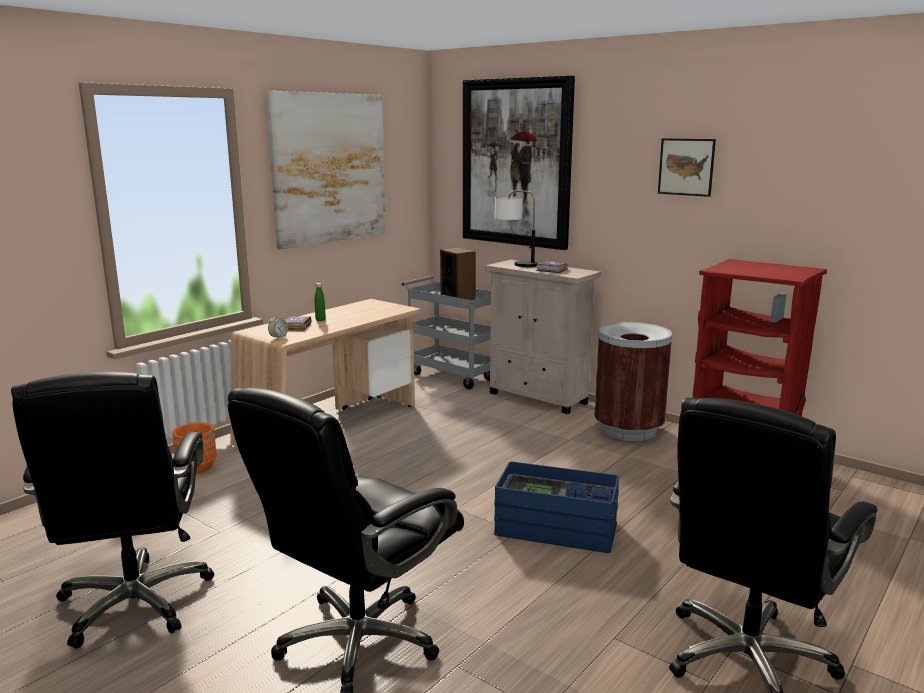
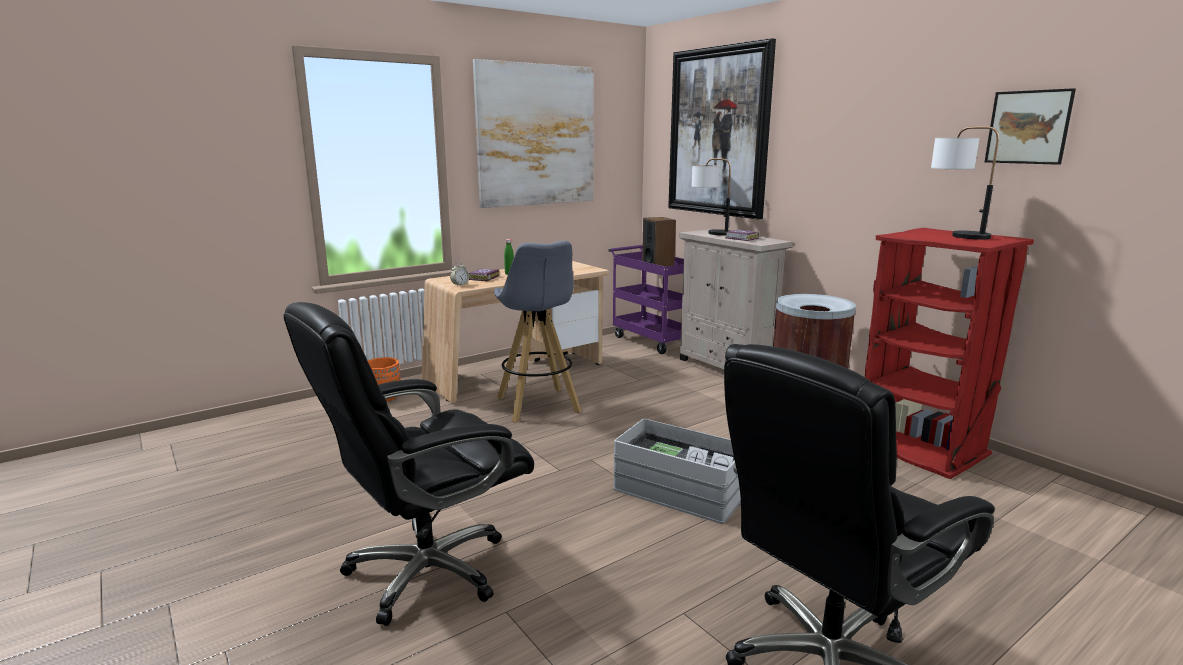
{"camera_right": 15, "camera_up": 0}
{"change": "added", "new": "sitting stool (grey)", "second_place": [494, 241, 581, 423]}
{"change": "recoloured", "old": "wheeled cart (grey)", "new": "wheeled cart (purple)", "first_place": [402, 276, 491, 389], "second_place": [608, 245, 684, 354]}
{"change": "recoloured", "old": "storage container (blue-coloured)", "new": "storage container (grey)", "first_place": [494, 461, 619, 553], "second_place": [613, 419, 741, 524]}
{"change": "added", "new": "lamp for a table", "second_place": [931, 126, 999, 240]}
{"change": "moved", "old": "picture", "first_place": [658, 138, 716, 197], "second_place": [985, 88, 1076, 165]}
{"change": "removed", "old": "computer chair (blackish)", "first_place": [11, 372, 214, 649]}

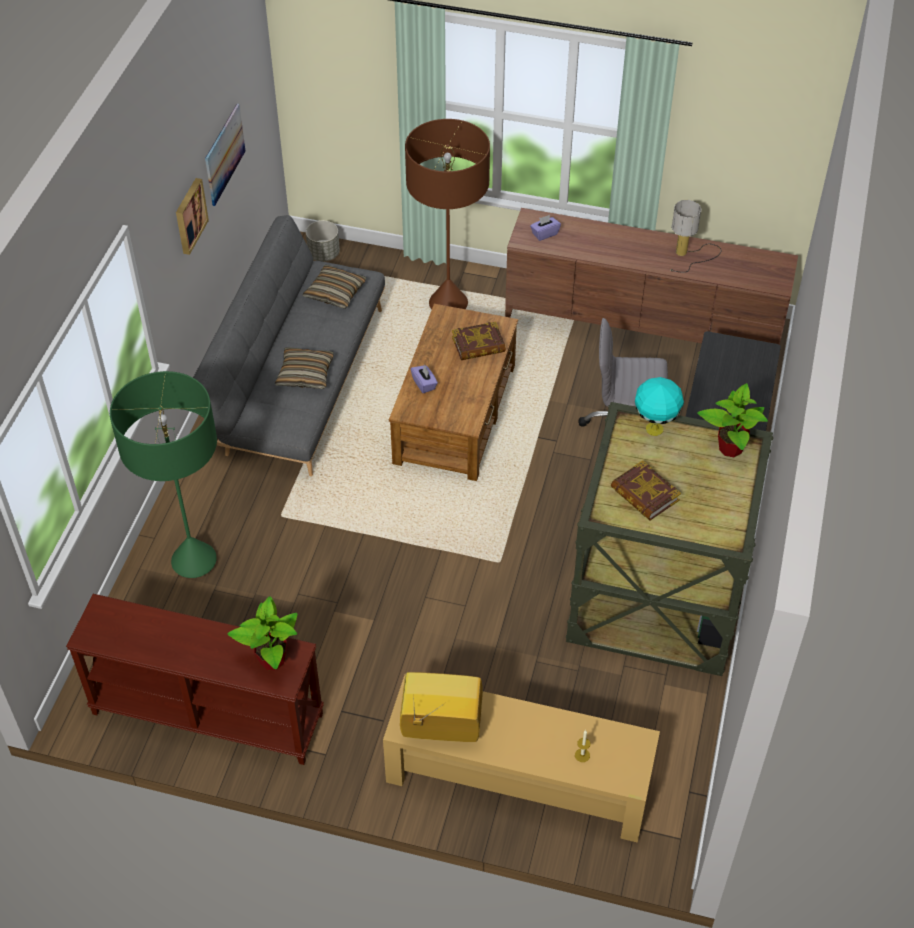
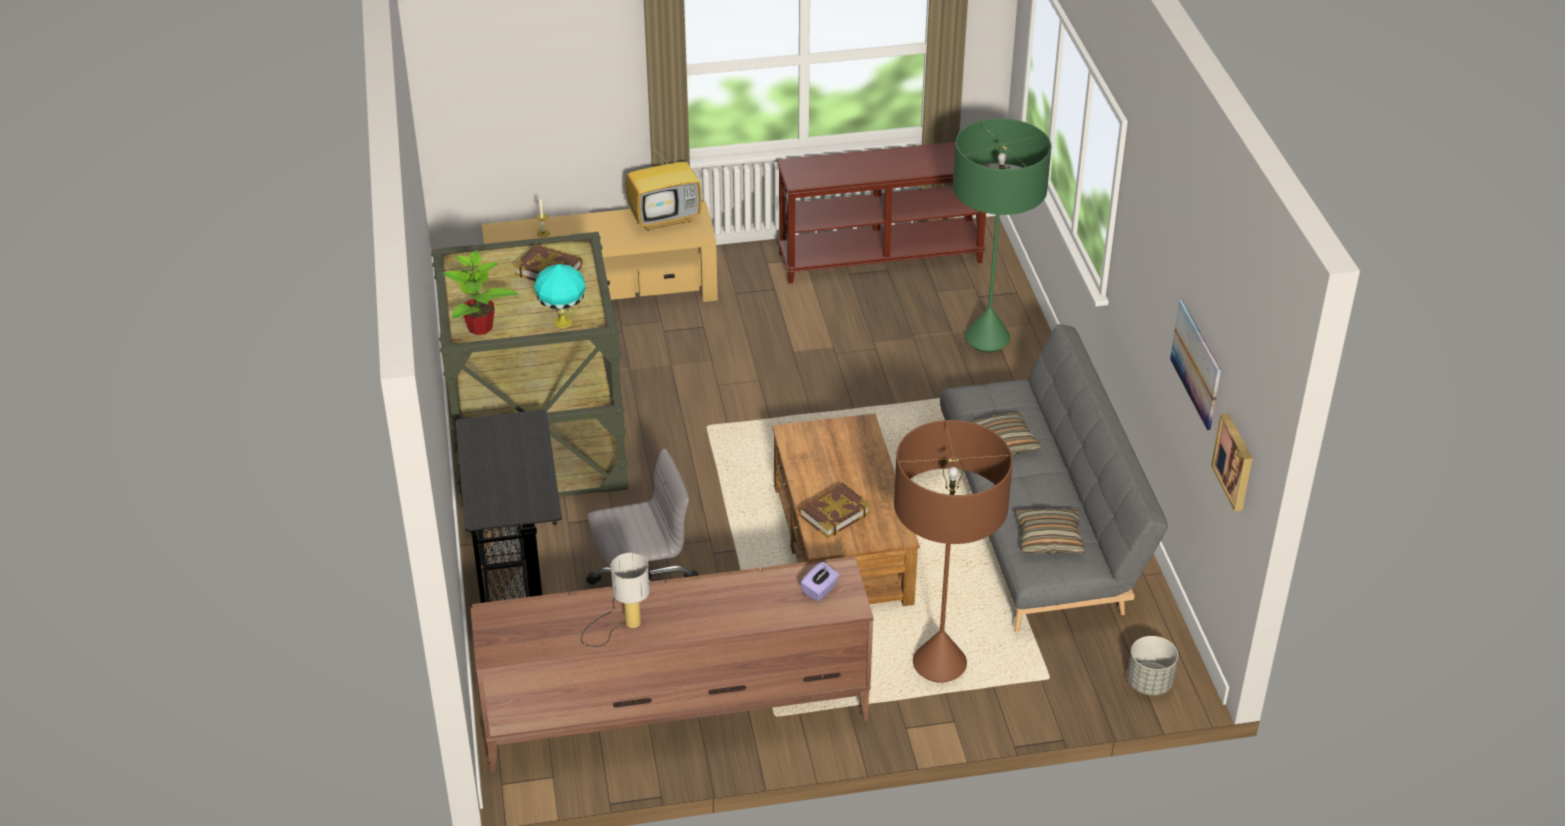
{"camera_right": 155, "camera_up": -10}
{"change": "moved", "old": "picture", "first_place": [176, 178, 209, 255], "second_place": [1211, 413, 1253, 511]}
{"change": "removed", "old": "potted plant", "first_place": [228, 596, 298, 670]}
{"change": "removed", "old": "tissue holder (purple)", "first_place": [411, 365, 438, 393]}

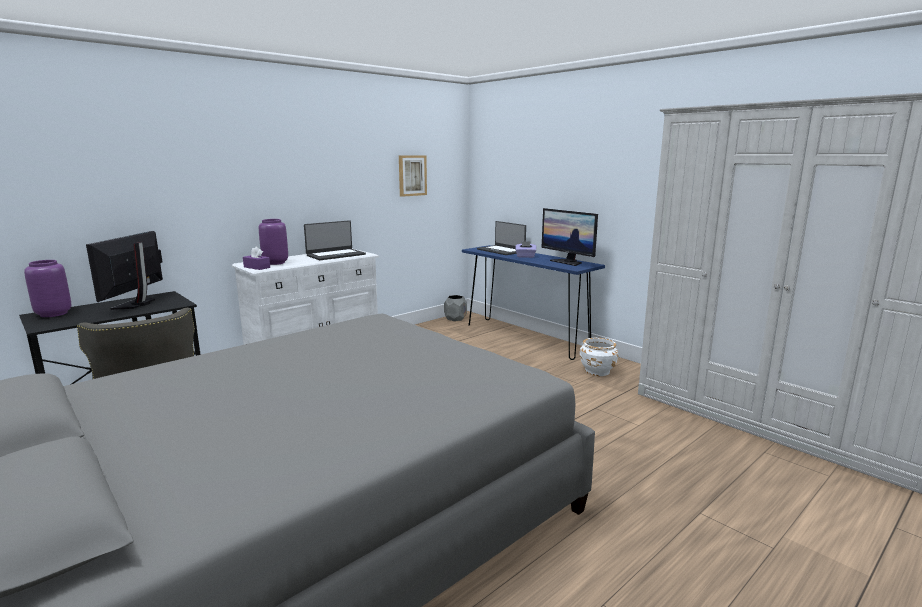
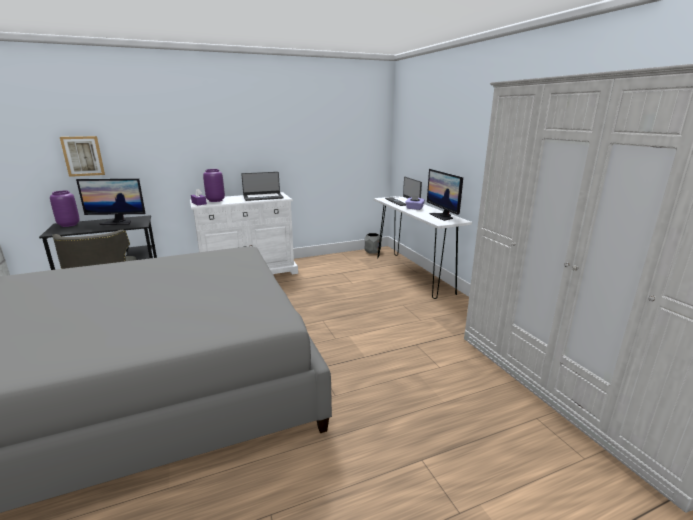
{"camera_right": 20, "camera_up": 5}
{"change": "moved", "old": "picture", "first_place": [399, 155, 427, 197], "second_place": [60, 136, 105, 177]}
{"change": "turned", "old": "computer display", "first_place": [86, 231, 163, 310], "second_place": [76, 178, 146, 225], "degrees": -120}
{"change": "recoloured", "old": "console table (blue-coloured)", "new": "console table (white)", "first_place": [462, 245, 605, 360], "second_place": [374, 196, 472, 299]}
{"change": "removed", "old": "planter (white)", "first_place": [580, 338, 618, 376]}

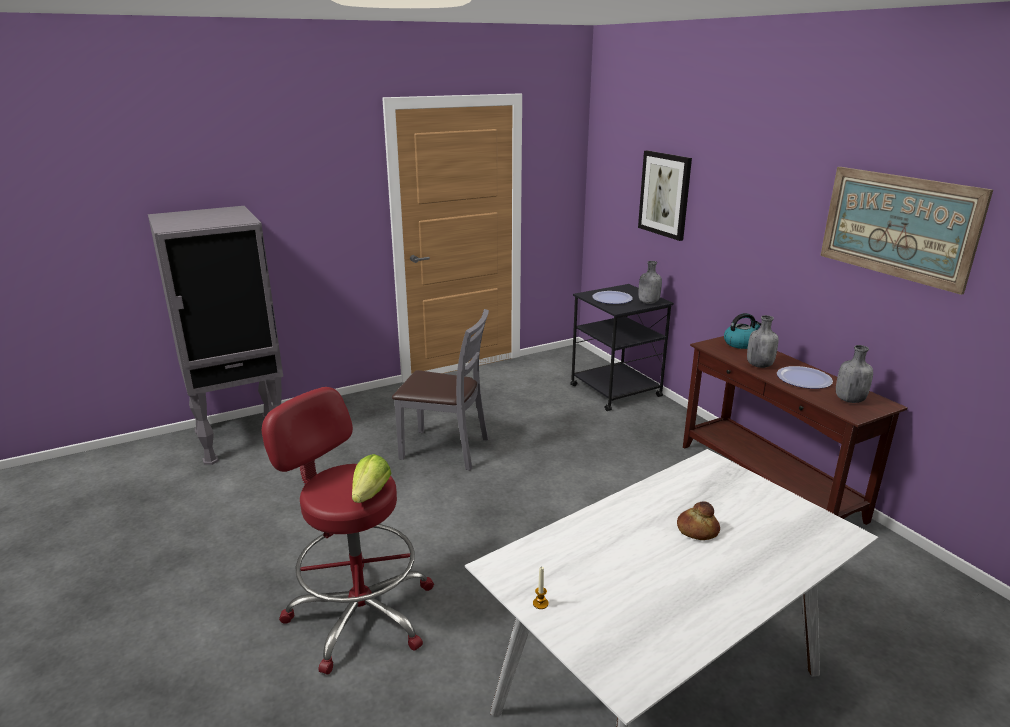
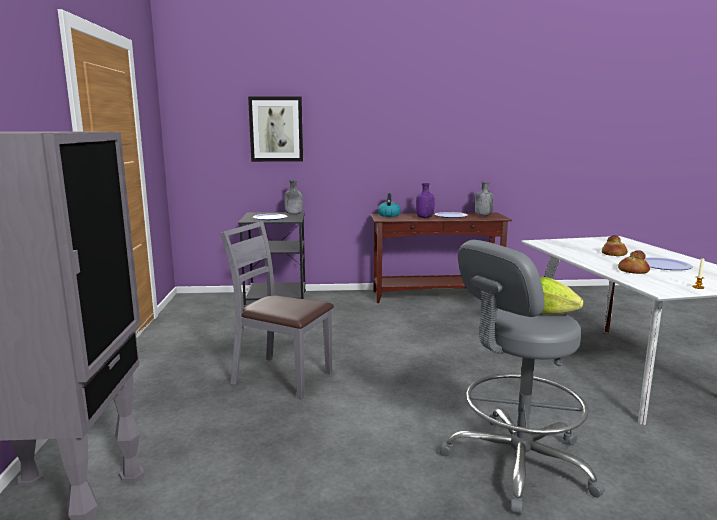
{"camera_right": -65, "camera_up": -10}
{"change": "turned", "old": "chair (grey)", "first_place": [392, 309, 489, 471], "second_place": [220, 221, 334, 400], "degrees": -105}
{"change": "recoloured", "old": "bottle (grey)", "new": "bottle (purple)", "first_place": [747, 315, 778, 368], "second_place": [416, 183, 435, 218]}
{"change": "recoloured", "old": "sitting stool (reddish)", "new": "sitting stool (grey)", "first_place": [262, 387, 434, 675], "second_place": [439, 240, 605, 515]}
{"change": "added", "new": "baked bread", "second_place": [618, 250, 650, 274]}
{"change": "added", "new": "plate", "second_place": [644, 257, 693, 270]}
{"change": "removed", "old": "picture", "first_place": [820, 167, 993, 295]}

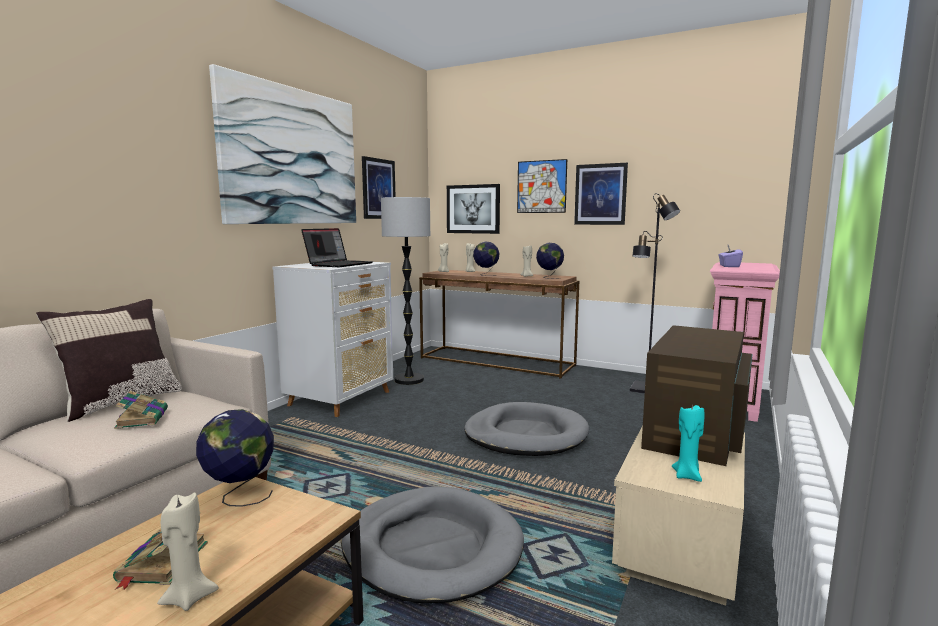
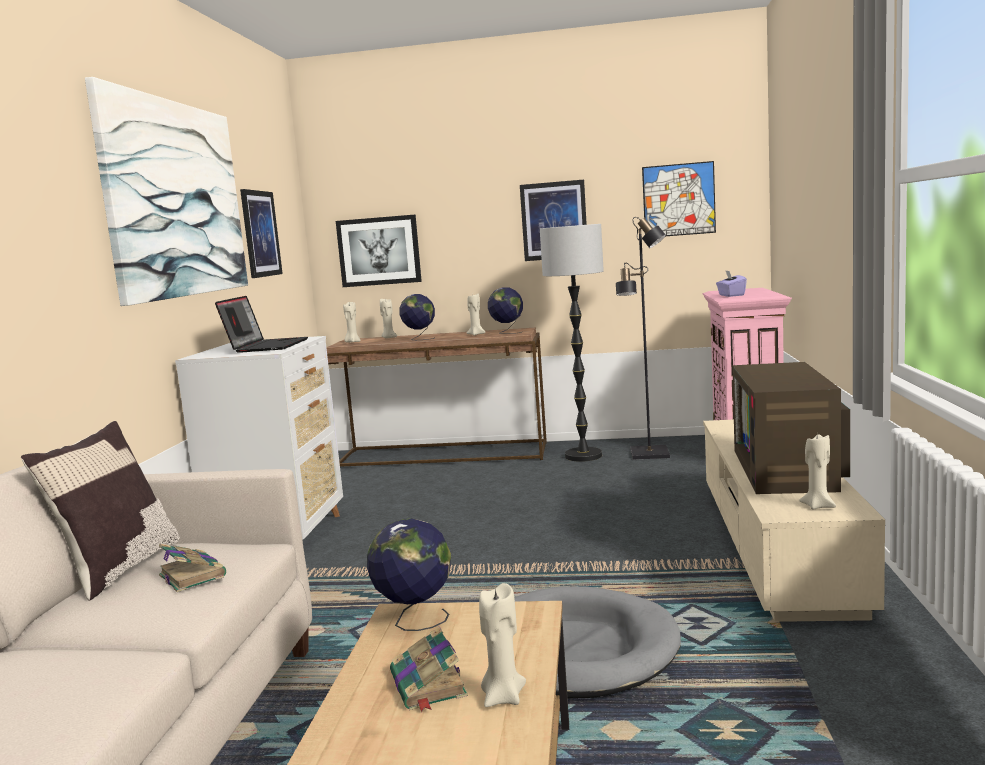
{"camera_right": -20, "camera_up": 0}
{"change": "moved", "old": "floor lamp", "first_place": [381, 197, 430, 385], "second_place": [540, 224, 604, 462]}
{"change": "moved", "old": "picture", "first_place": [517, 159, 567, 213], "second_place": [642, 161, 716, 236]}
{"change": "recoloured", "old": "wax light (turquoise-coloured)", "new": "wax light (beige-coloured)", "first_place": [672, 403, 704, 482], "second_place": [799, 435, 836, 510]}
{"change": "removed", "old": "dog cushion (grey)", "first_place": [464, 402, 589, 456]}

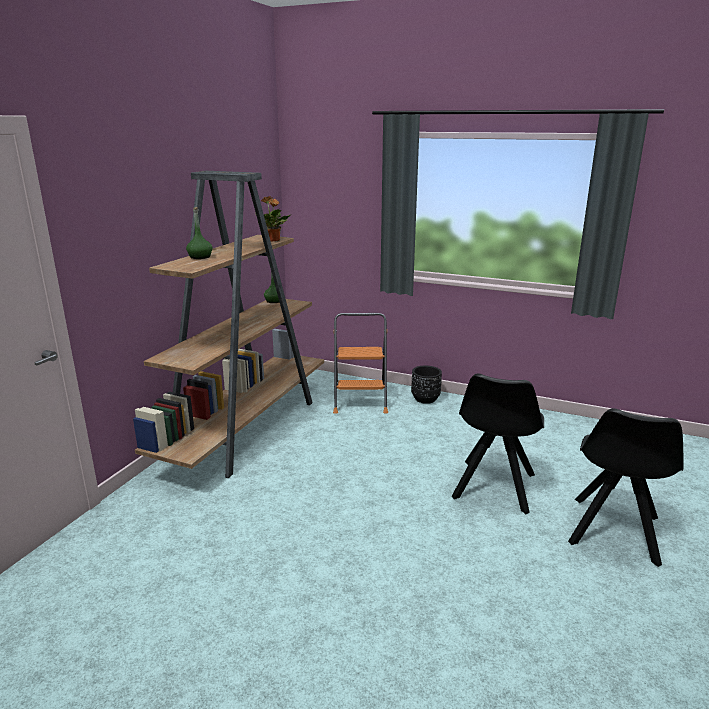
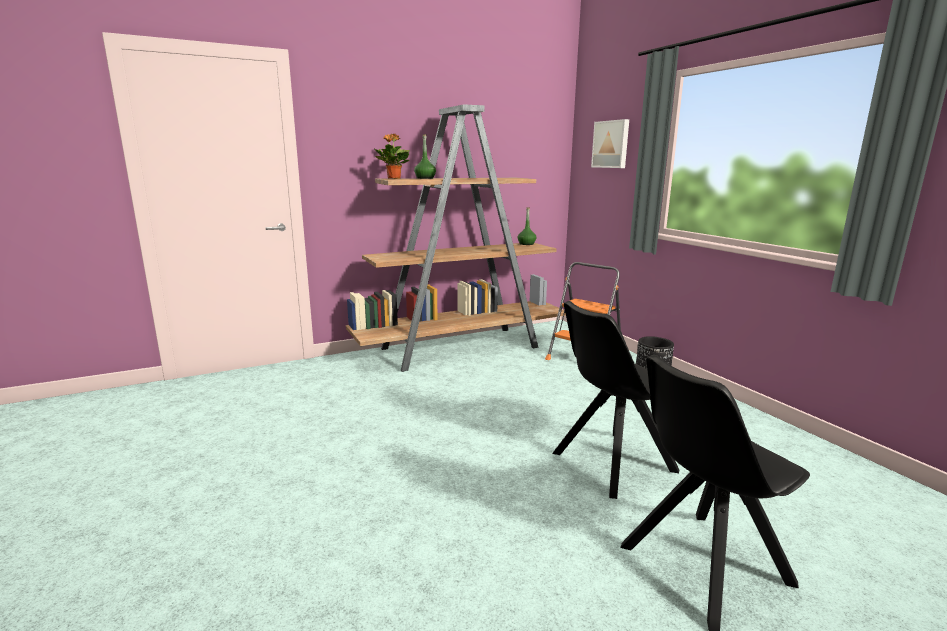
{"camera_right": 40, "camera_up": -5}
{"change": "moved", "old": "potted plant", "first_place": [255, 196, 292, 242], "second_place": [375, 134, 410, 179]}
{"change": "added", "new": "picture", "second_place": [591, 119, 629, 168]}

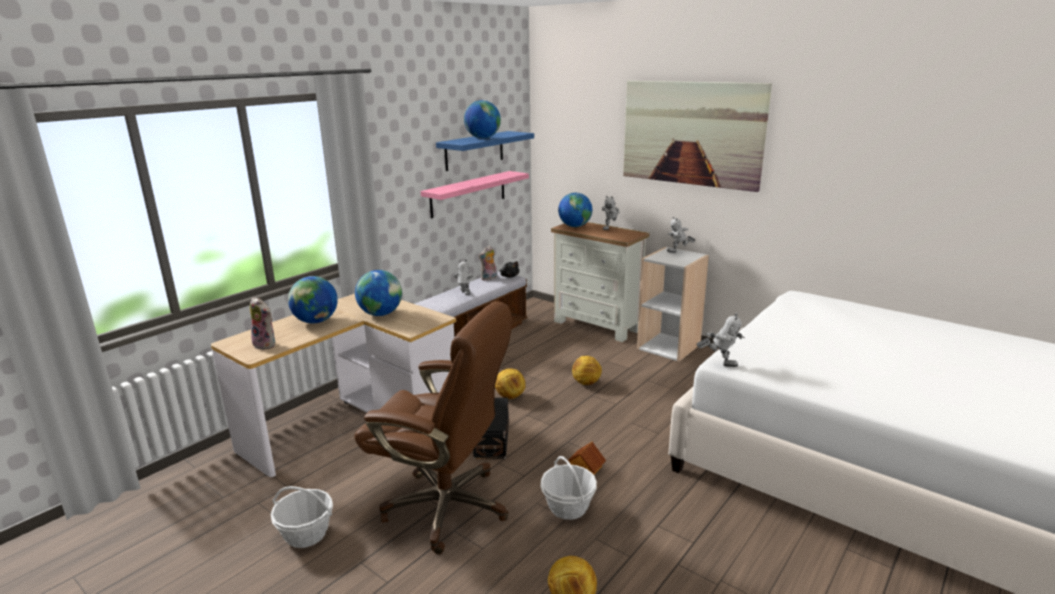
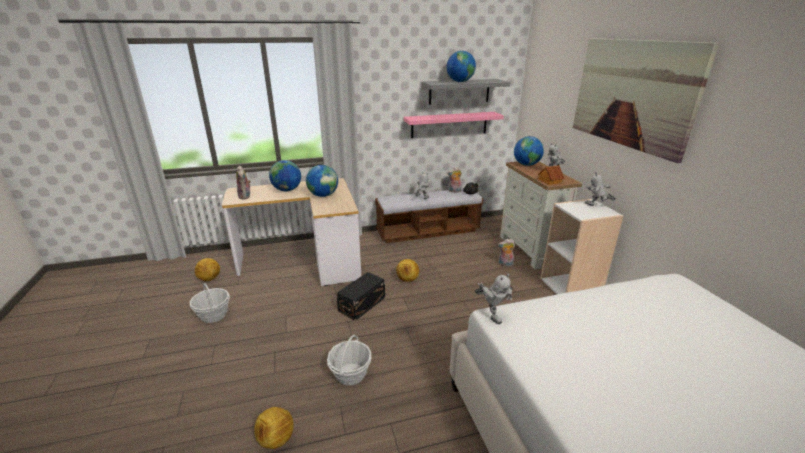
{"camera_right": 35, "camera_up": 5}
{"change": "moved", "old": "football", "first_place": [572, 356, 602, 385], "second_place": [195, 258, 220, 281]}
{"change": "recoloured", "old": "bracket shelf (blue-coloured)", "new": "bracket shelf (grey)", "first_place": [436, 131, 534, 171], "second_place": [422, 79, 510, 105]}
{"change": "added", "new": "soft toy", "second_place": [498, 239, 515, 267]}
{"change": "moved", "old": "model house", "first_place": [568, 442, 606, 475], "second_place": [538, 165, 565, 185]}
{"change": "removed", "old": "computer chair (brown-coloured)", "first_place": [355, 301, 512, 554]}

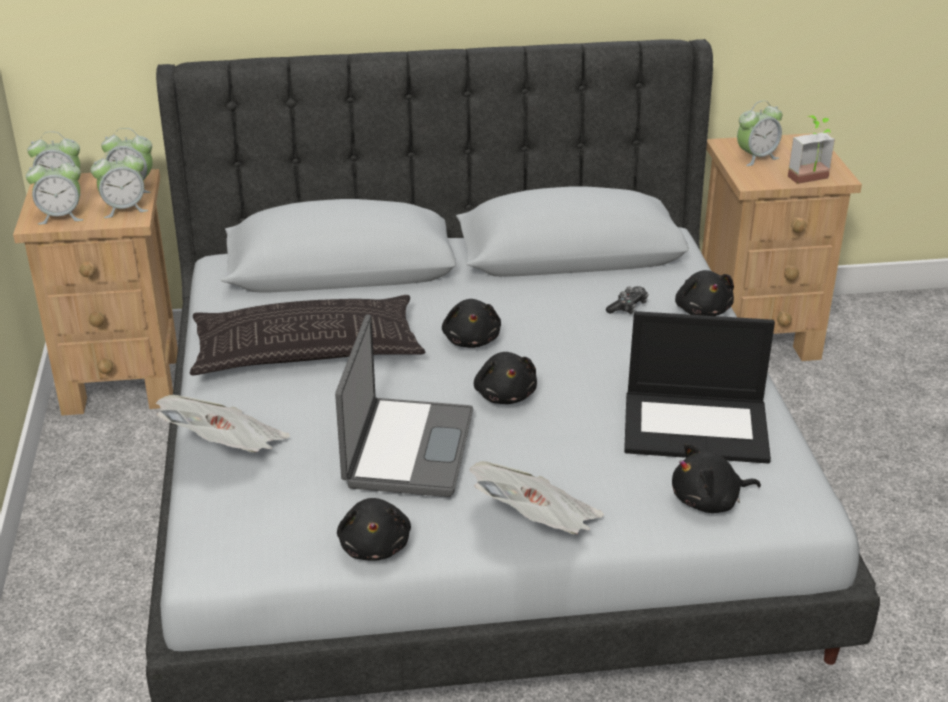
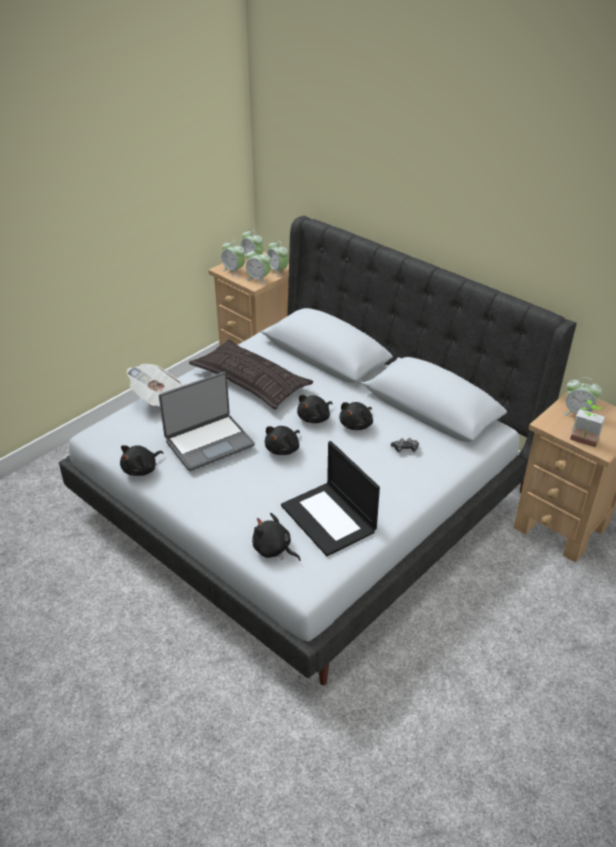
{"camera_right": 50, "camera_up": 5}
{"change": "moved", "old": "soft toy (blackish)", "first_place": [675, 270, 734, 316], "second_place": [339, 402, 373, 430]}
{"change": "removed", "old": "newspaper", "first_place": [469, 461, 604, 534]}

